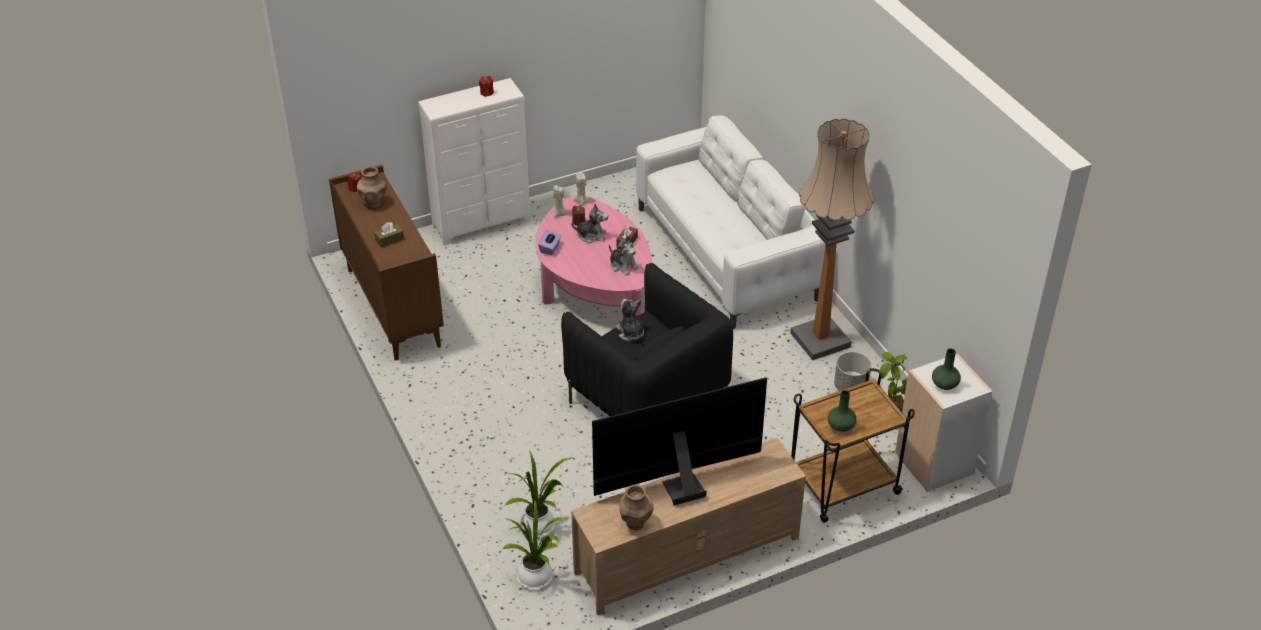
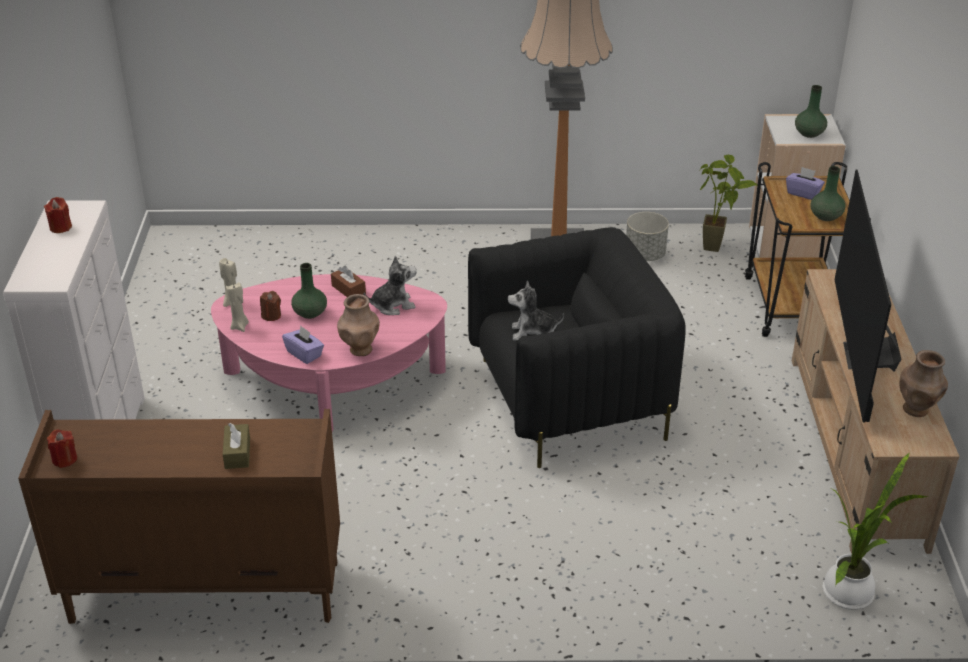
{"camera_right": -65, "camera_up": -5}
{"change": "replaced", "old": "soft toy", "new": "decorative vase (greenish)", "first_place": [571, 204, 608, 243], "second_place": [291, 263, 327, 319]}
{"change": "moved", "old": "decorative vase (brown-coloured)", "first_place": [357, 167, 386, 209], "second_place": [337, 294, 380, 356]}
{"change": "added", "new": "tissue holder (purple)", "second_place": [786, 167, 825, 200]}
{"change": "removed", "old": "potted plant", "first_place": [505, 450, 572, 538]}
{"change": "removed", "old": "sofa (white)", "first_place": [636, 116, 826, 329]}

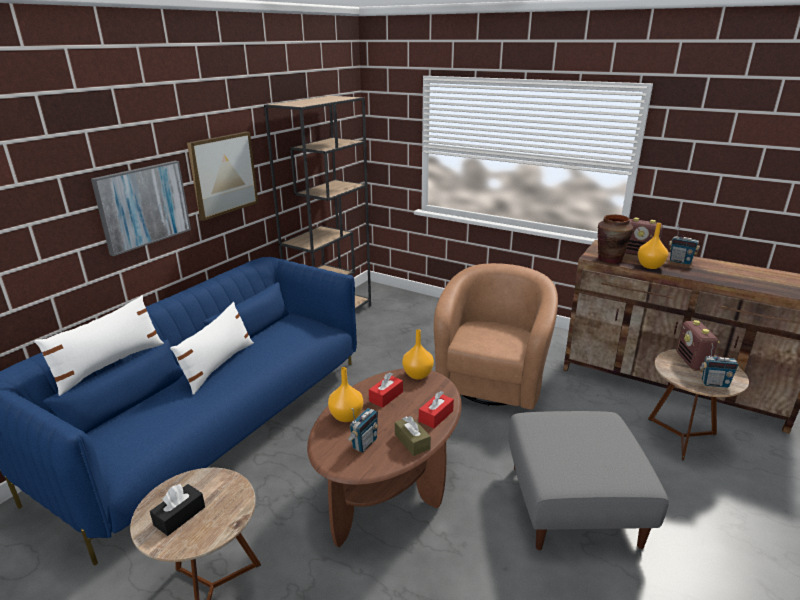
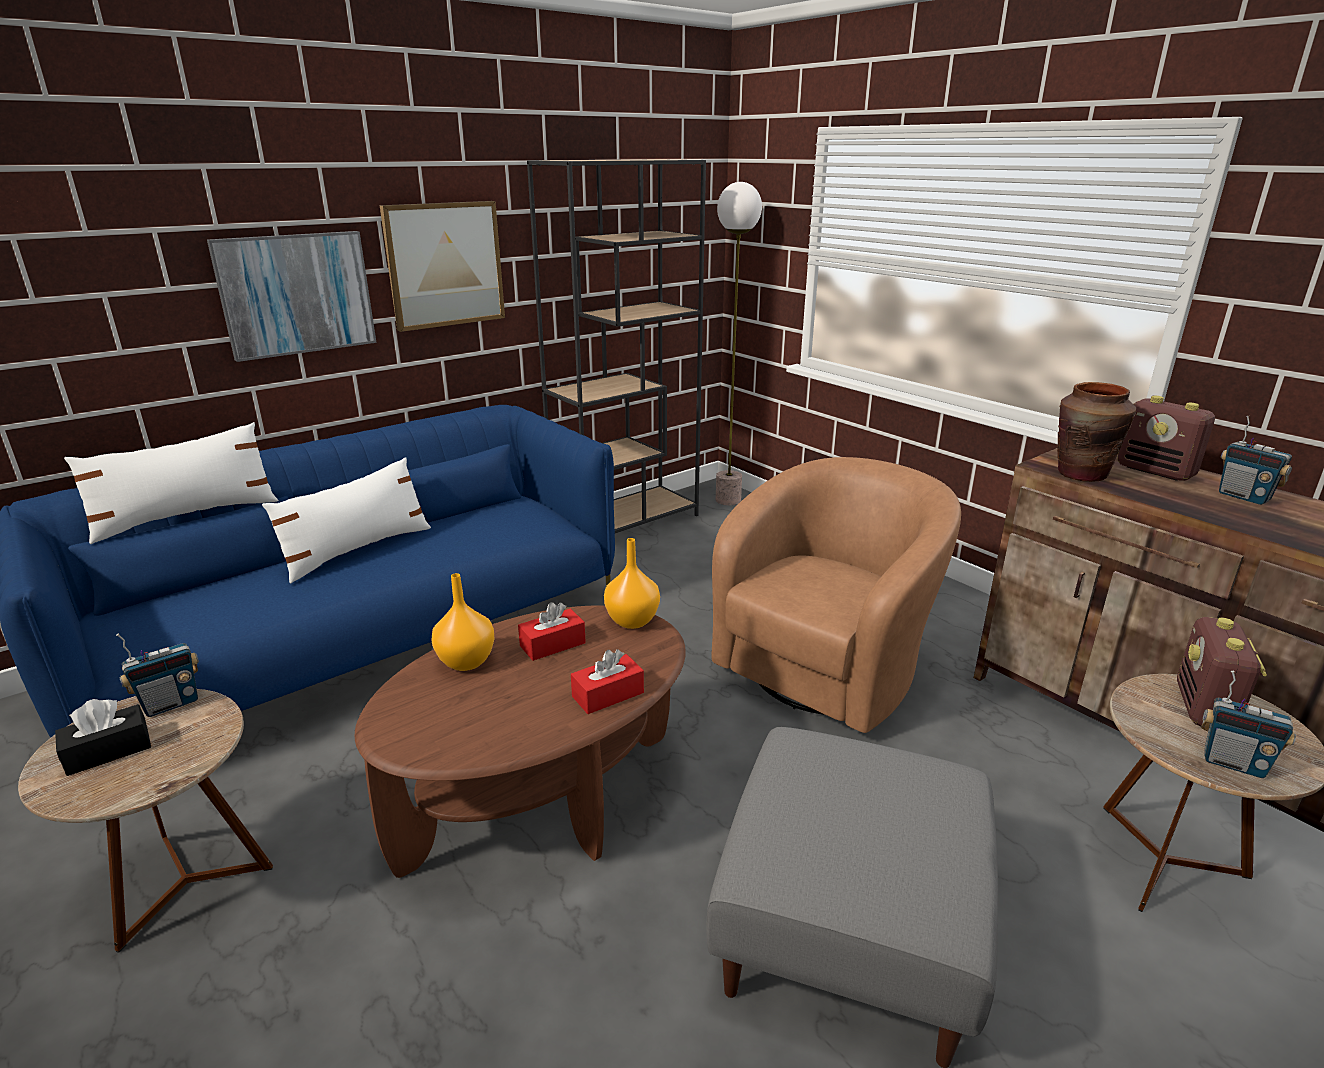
{"camera_right": 20, "camera_up": 0}
{"change": "moved", "old": "radio receiver", "first_place": [347, 408, 378, 453], "second_place": [116, 633, 199, 717]}
{"change": "added", "new": "floor lamp", "second_place": [716, 182, 762, 505]}
{"change": "removed", "old": "tissue holder (brown-coloured)", "first_place": [395, 416, 431, 456]}
{"change": "removed", "old": "decorative vase (orange)", "first_place": [638, 223, 668, 269]}

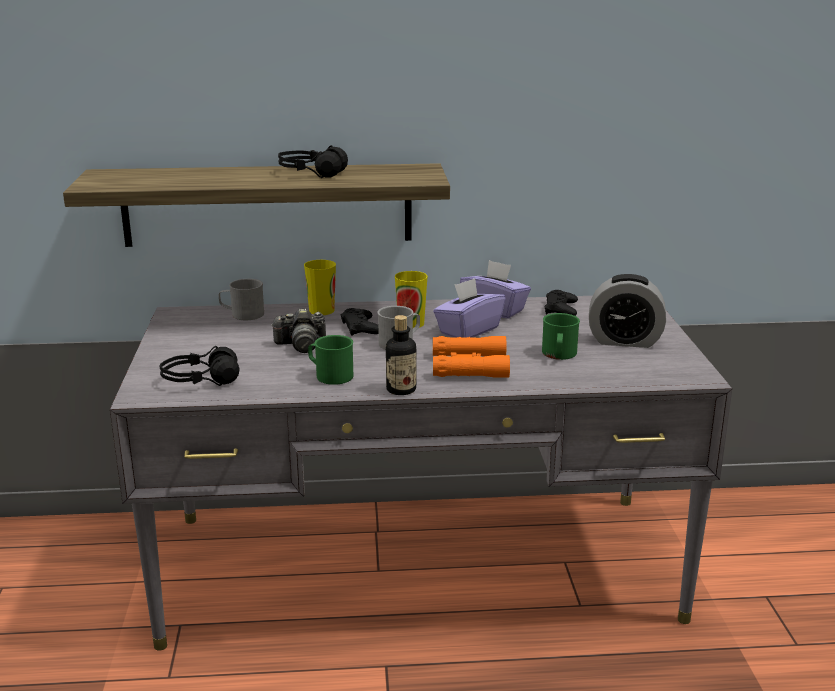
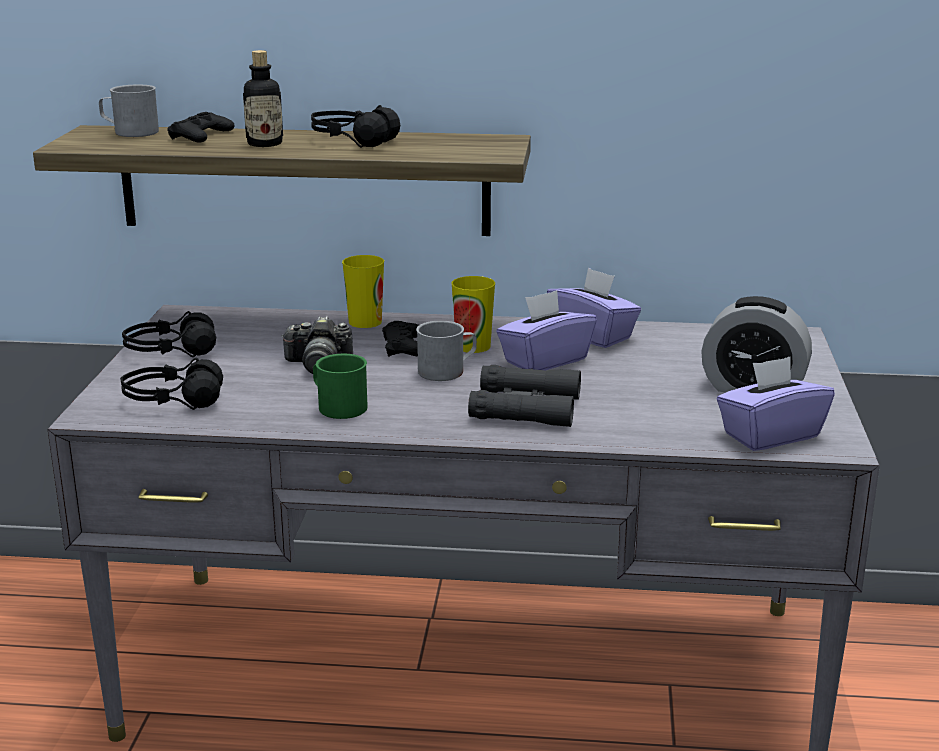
{"camera_right": 10, "camera_up": 0}
{"change": "moved", "old": "mug (grey)", "first_place": [219, 279, 264, 320], "second_place": [99, 85, 159, 137]}
{"change": "added", "new": "headset (blackish)", "second_place": [122, 311, 216, 357]}
{"change": "moved", "old": "joypad (blackish)", "first_place": [545, 290, 578, 316], "second_place": [167, 112, 234, 143]}
{"change": "moved", "old": "bottle", "first_place": [386, 315, 416, 395], "second_place": [243, 50, 283, 147]}
{"change": "recoloured", "old": "pair of binoculars (orange)", "new": "pair of binoculars (blackish)", "first_place": [433, 336, 510, 378], "second_place": [468, 365, 581, 427]}
{"change": "added", "new": "tissue holder (purple)", "second_place": [717, 357, 835, 451]}
{"change": "removed", "old": "mug (greenish)", "first_place": [542, 313, 580, 360]}

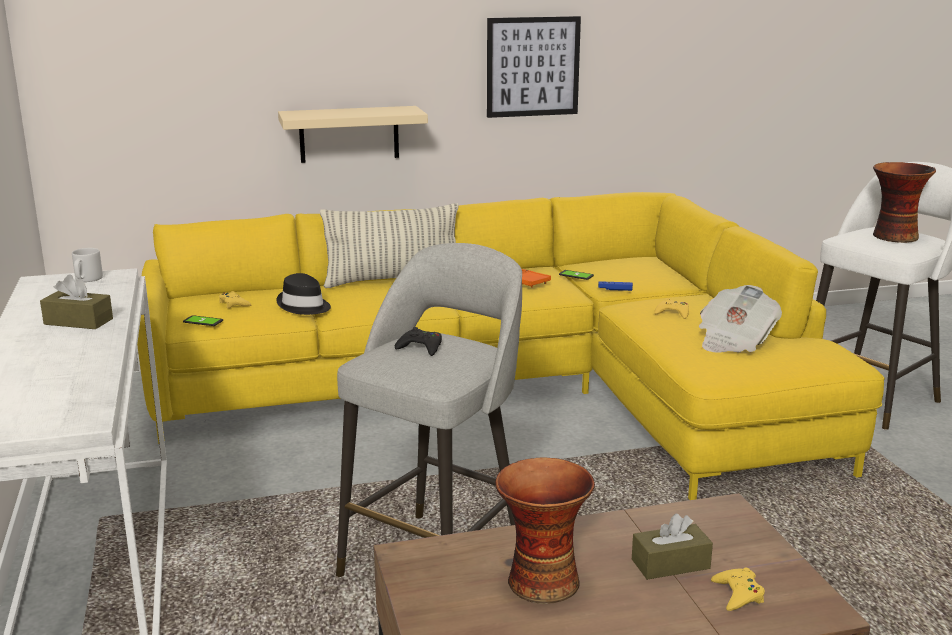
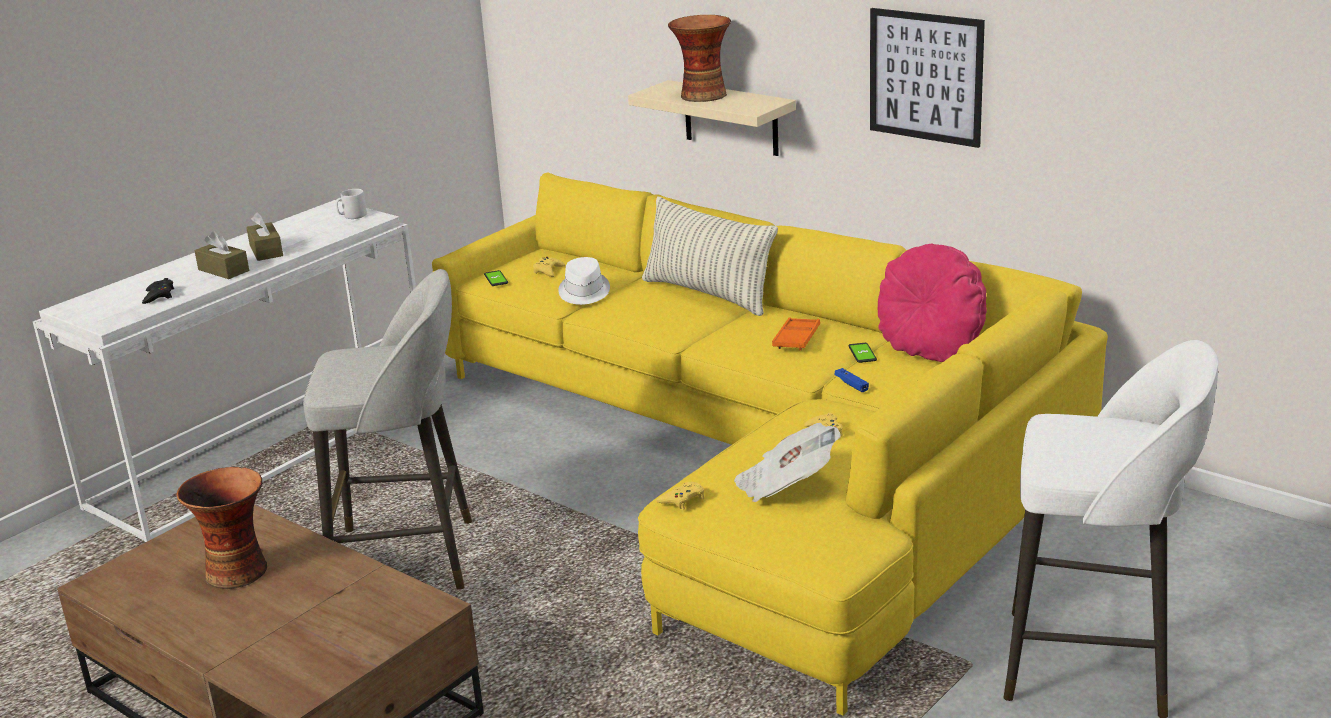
{"camera_right": 55, "camera_up": 5}
{"change": "moved", "old": "joypad (blackish)", "first_place": [395, 327, 442, 356], "second_place": [142, 278, 174, 304]}
{"change": "moved", "old": "tissue holder (brown-coloured)", "first_place": [632, 513, 713, 580], "second_place": [195, 231, 249, 279]}
{"change": "recoloured", "old": "clothing hat (blackish)", "new": "clothing hat (white)", "first_place": [276, 273, 331, 315], "second_place": [558, 257, 610, 305]}
{"change": "moved", "old": "joypad (yellow-coloured)", "first_place": [711, 568, 765, 611], "second_place": [656, 482, 704, 510]}
{"change": "moved", "old": "decorative vase", "first_place": [873, 162, 936, 243], "second_place": [668, 15, 731, 102]}
{"change": "added", "new": "throw pillow (pinkish)", "second_place": [878, 244, 987, 362]}

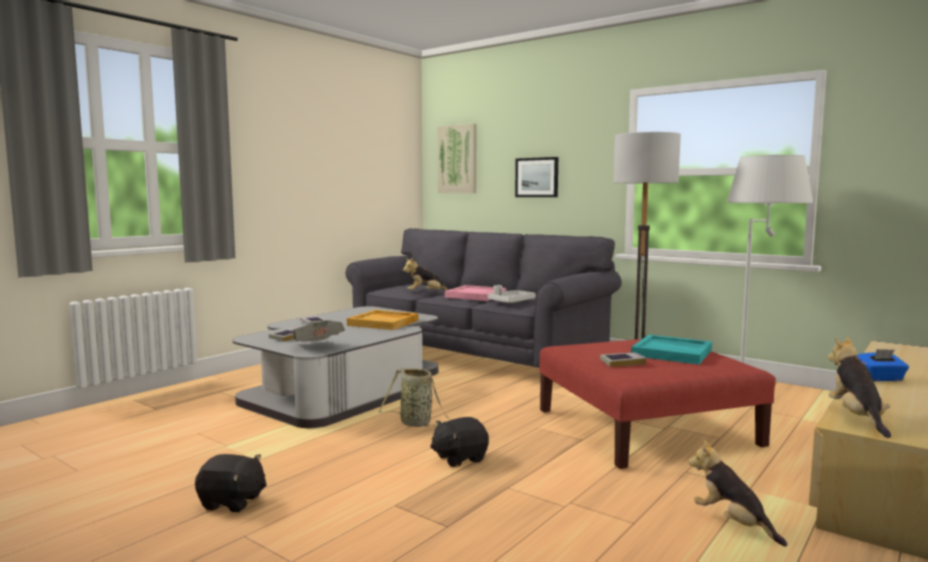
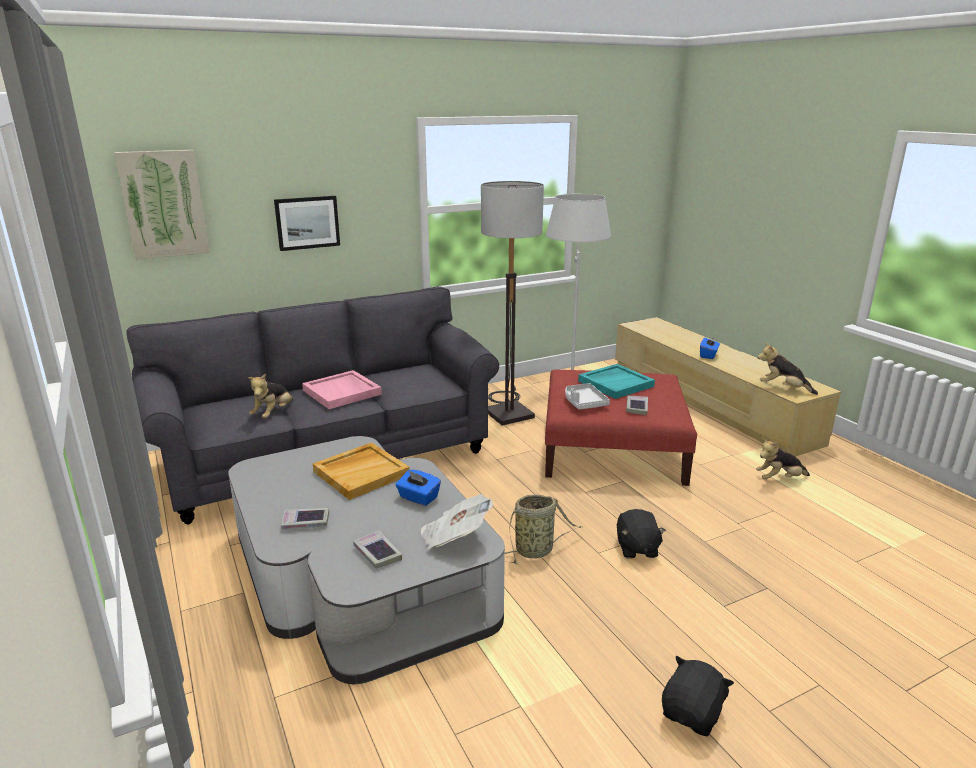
{"camera_right": -65, "camera_up": 15}
{"change": "added", "new": "tissue holder (blue-coloured)", "second_place": [395, 470, 441, 506]}
{"change": "moved", "old": "serving tray (grey)", "first_place": [488, 285, 536, 303], "second_place": [565, 383, 610, 409]}

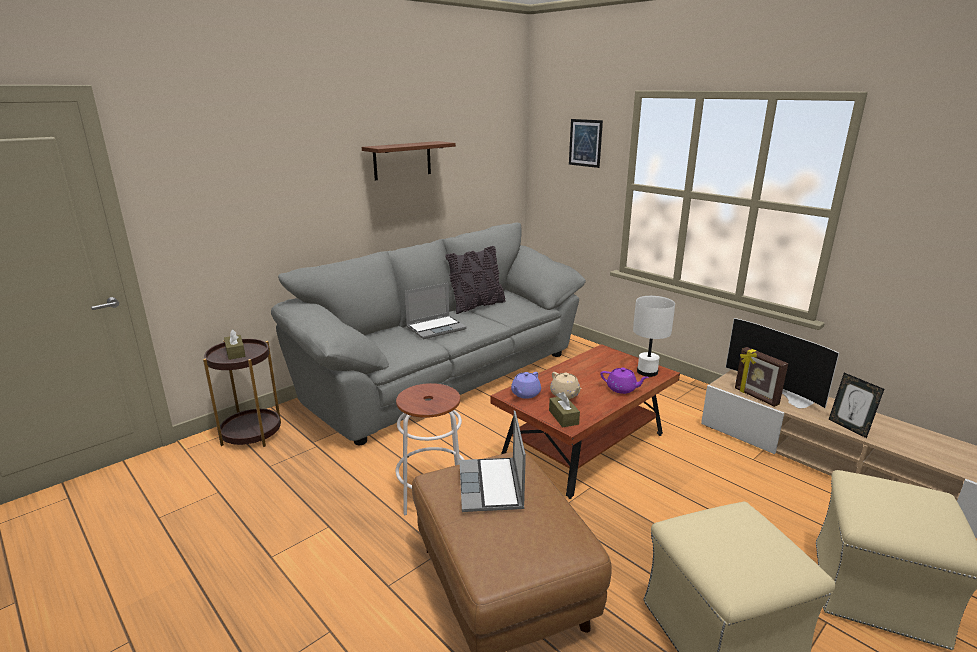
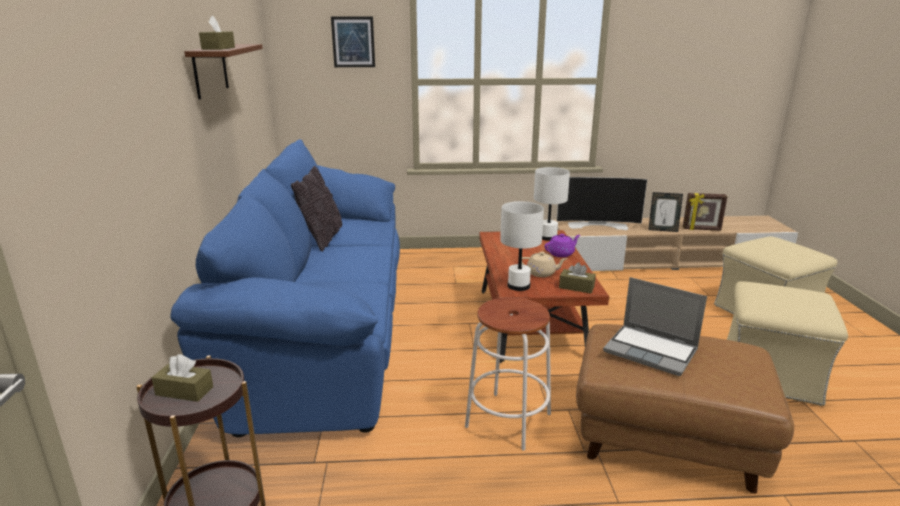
{"camera_right": -50, "camera_up": 0}
{"change": "recoloured", "old": "sofa (grey)", "new": "sofa (blue-coloured)", "first_place": [271, 223, 586, 445], "second_place": [170, 139, 400, 437]}
{"change": "added", "new": "tissue holder (brown-coloured)", "second_place": [199, 15, 235, 50]}
{"change": "replaced", "old": "pot for tea (purple)", "new": "lamp for a table (white)", "first_place": [511, 372, 541, 399], "second_place": [501, 201, 544, 291]}
{"change": "moved", "old": "photo frame", "first_place": [735, 347, 788, 407], "second_place": [683, 193, 728, 231]}
{"change": "removed", "old": "laptop", "first_place": [405, 283, 466, 339]}

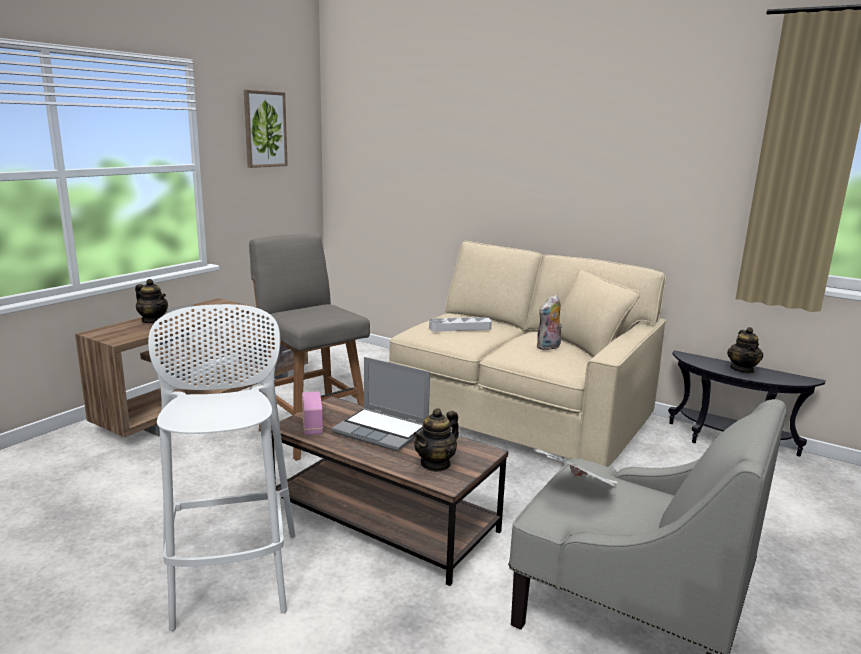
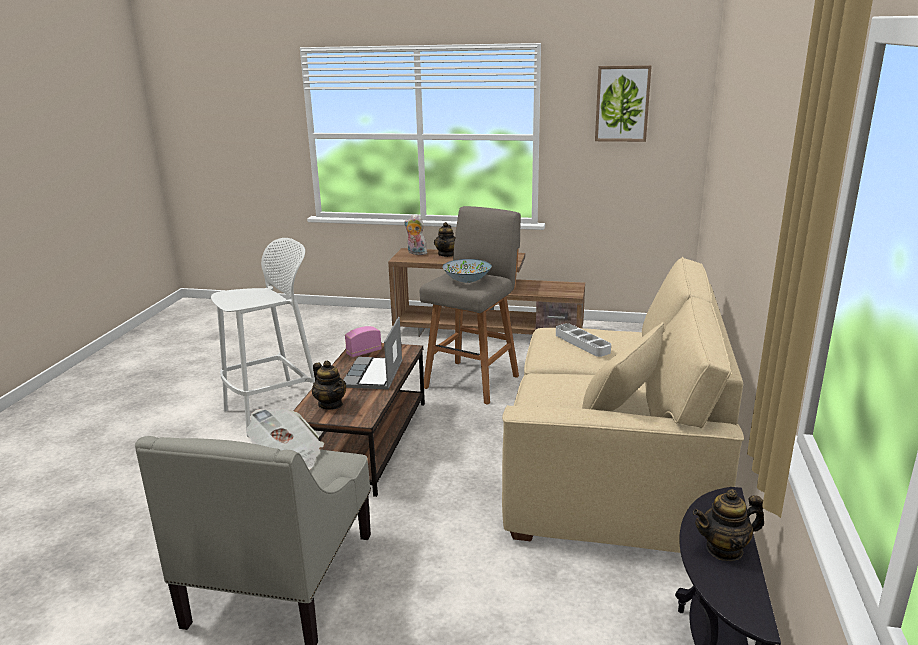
{"camera_right": 70, "camera_up": 5}
{"change": "turned", "old": "pot for tea", "first_place": [413, 408, 459, 472], "second_place": [312, 361, 346, 410], "degrees": -150}
{"change": "moved", "old": "soft toy", "first_place": [536, 295, 562, 350], "second_place": [404, 215, 427, 255]}
{"change": "added", "new": "serving bowl", "second_place": [442, 259, 492, 283]}

